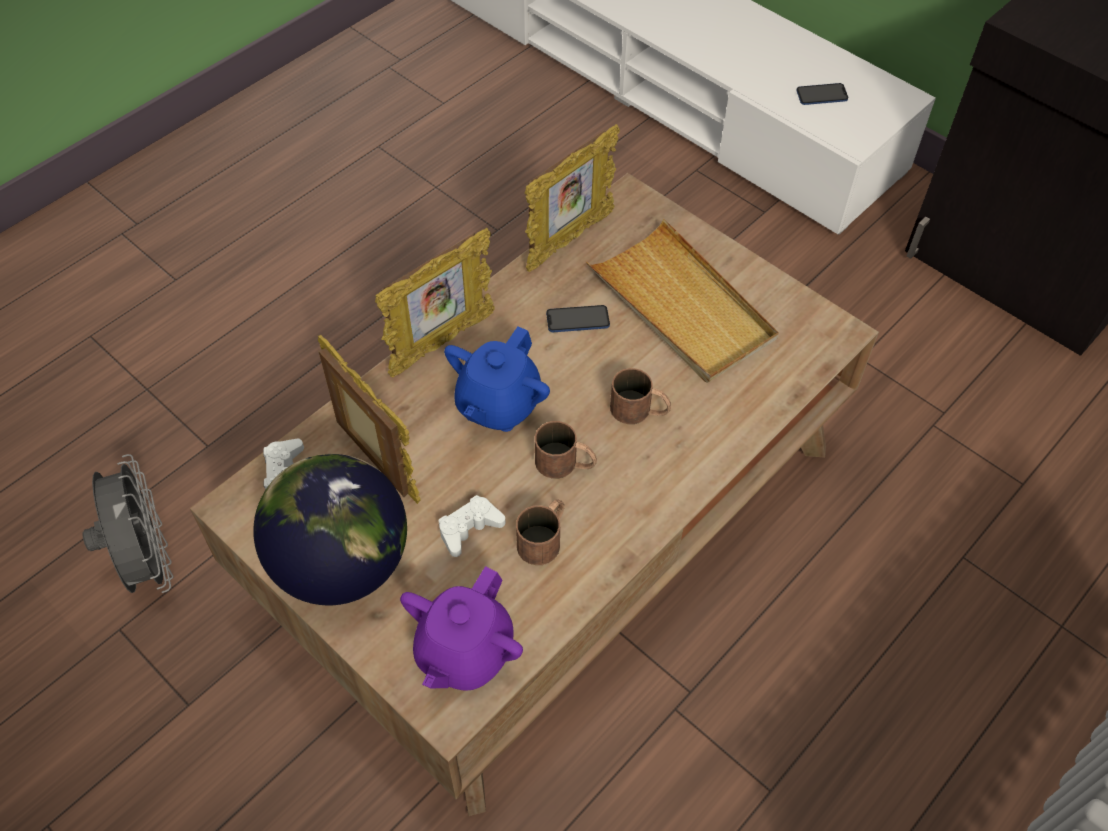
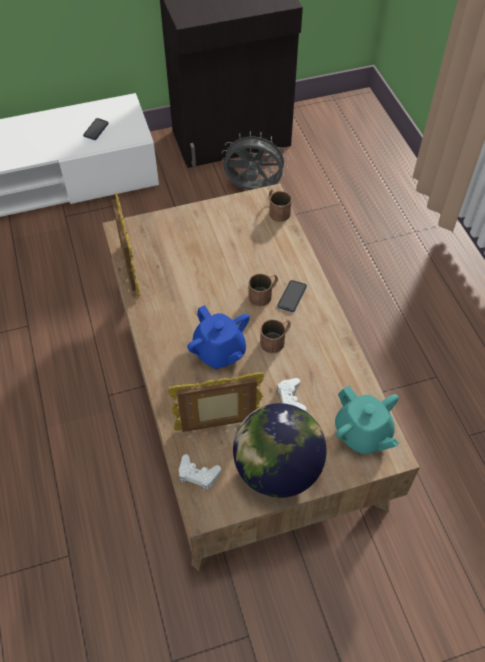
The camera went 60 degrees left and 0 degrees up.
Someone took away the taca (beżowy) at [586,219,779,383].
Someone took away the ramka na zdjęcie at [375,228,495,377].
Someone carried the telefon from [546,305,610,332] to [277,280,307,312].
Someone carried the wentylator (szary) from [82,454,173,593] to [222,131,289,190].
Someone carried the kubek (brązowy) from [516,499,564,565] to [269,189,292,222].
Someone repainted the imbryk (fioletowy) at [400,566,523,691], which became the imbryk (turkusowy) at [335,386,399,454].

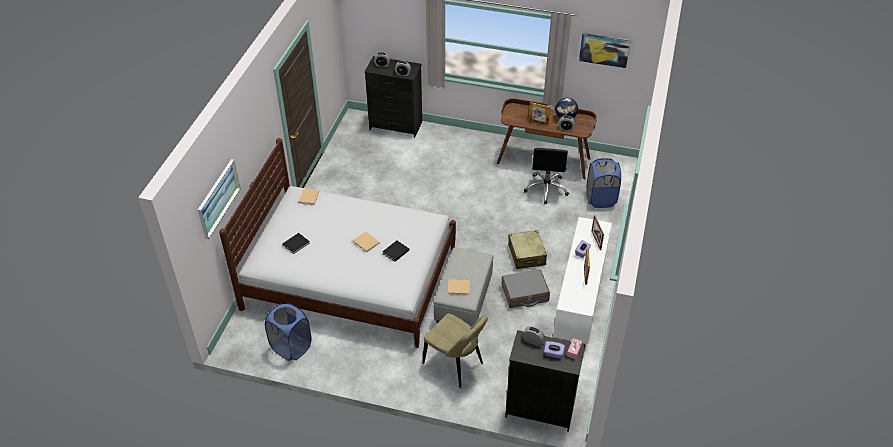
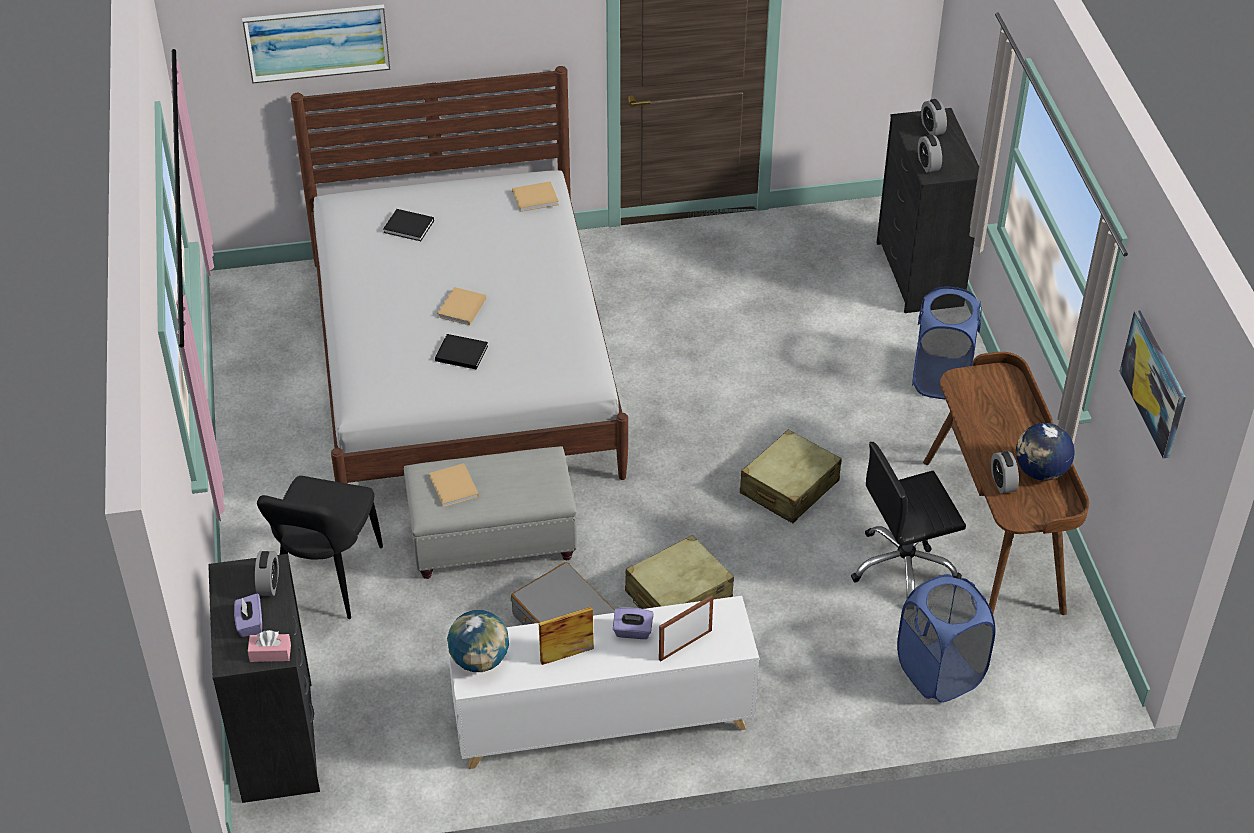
The camera went 65 degrees right and 0 degrees up.
Someone took away the ramka na zdjęcie at [529,102,550,125].
Someone carried the kosz na pranie (niebieski) from [265,303,311,361] to [912,287,981,399].
Someone repainted the krzesło (beżowy) at [422,313,488,388], which became the krzesło (czarny) at [257,476,383,619].
Someone put down the walizka (beżowy) at [740,429,842,523].
Someone put down the globus at [447,610,509,672].

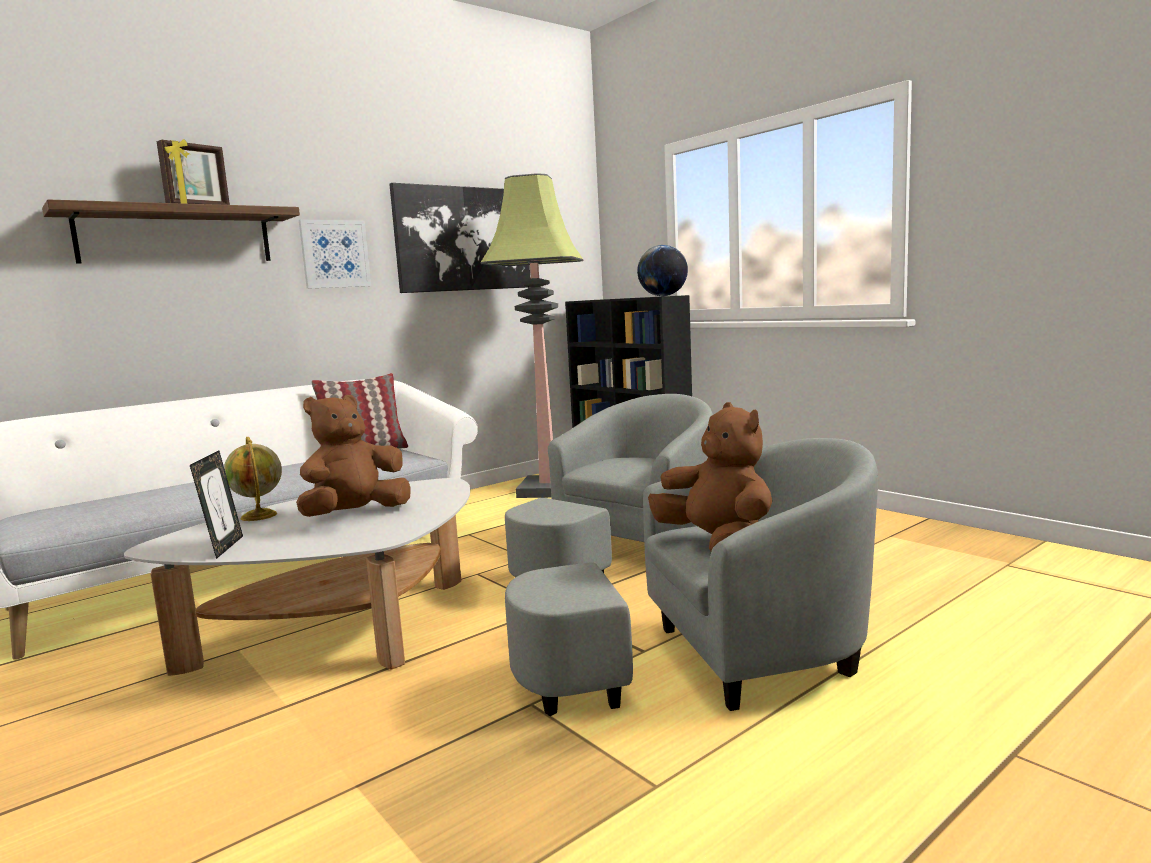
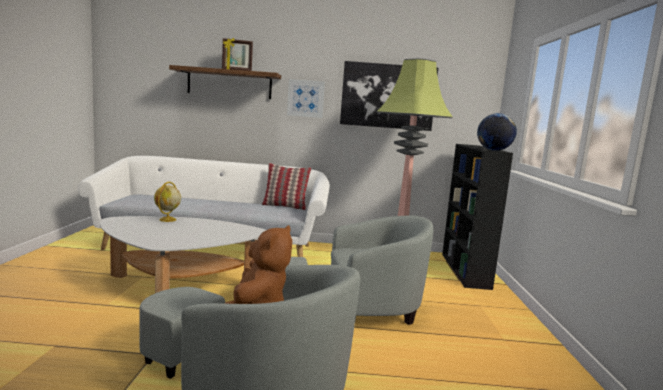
The camera went 40 degrees right and 0 degrees up.
Someone took away the pluszak (brązowy) at [296,395,411,517].
Someone took away the ramka na zdjęcie at [190,451,243,559].

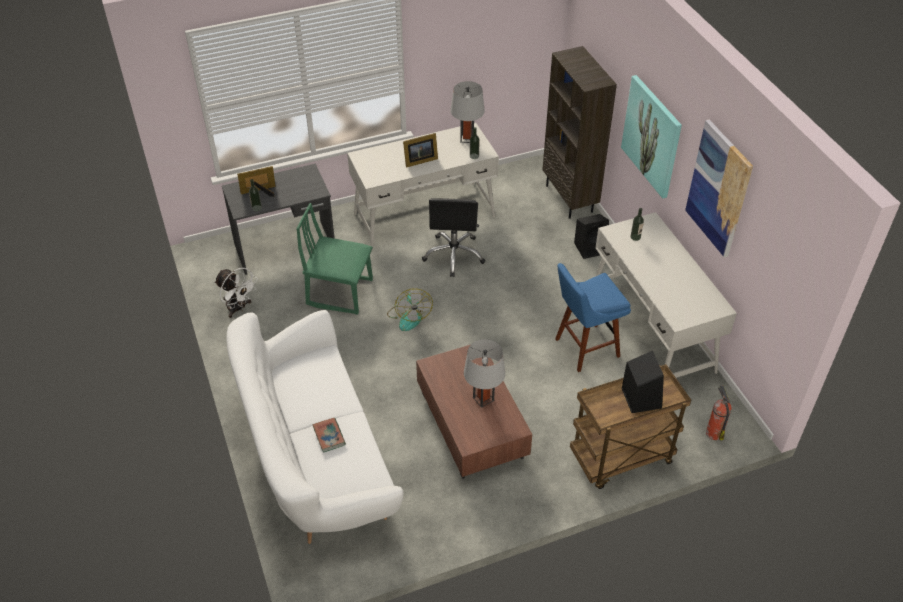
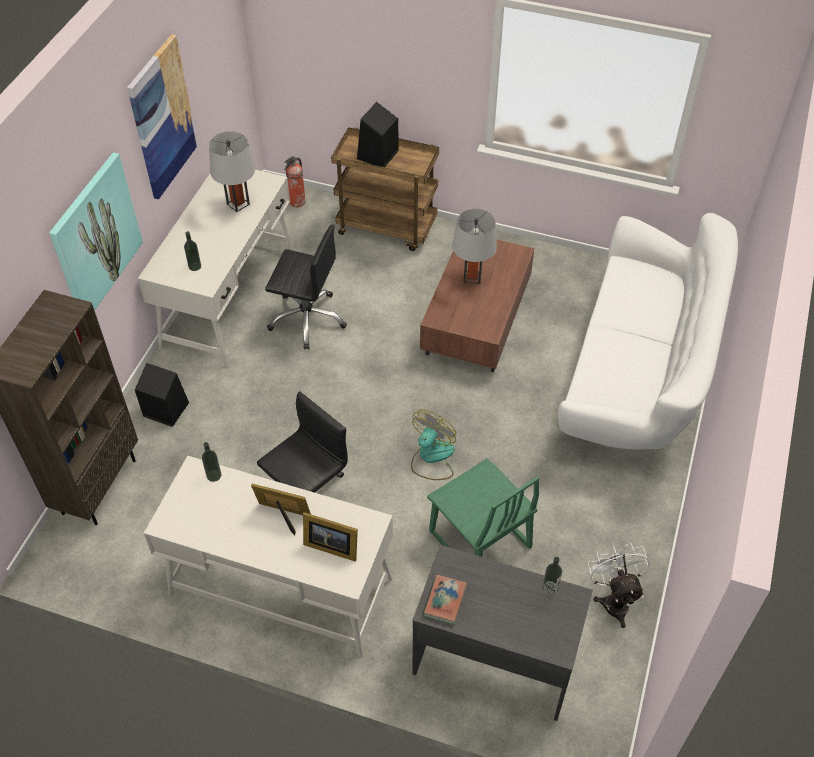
The camera went 140 degrees left and 5 degrees up.
Someone carried the lampa stołowa (szary) from [451,81,485,143] to [209,131,255,212].
Someone carried the ramka na zdjęcie from [237,166,275,197] to [303,512,358,562].
Someone swapped the stołek (niebieski) at [555,263,631,372] for the krzesło biurowe (czarny) at [265,225,347,349].
Someone carried the książka from [312,418,346,453] to [422,575,467,625].

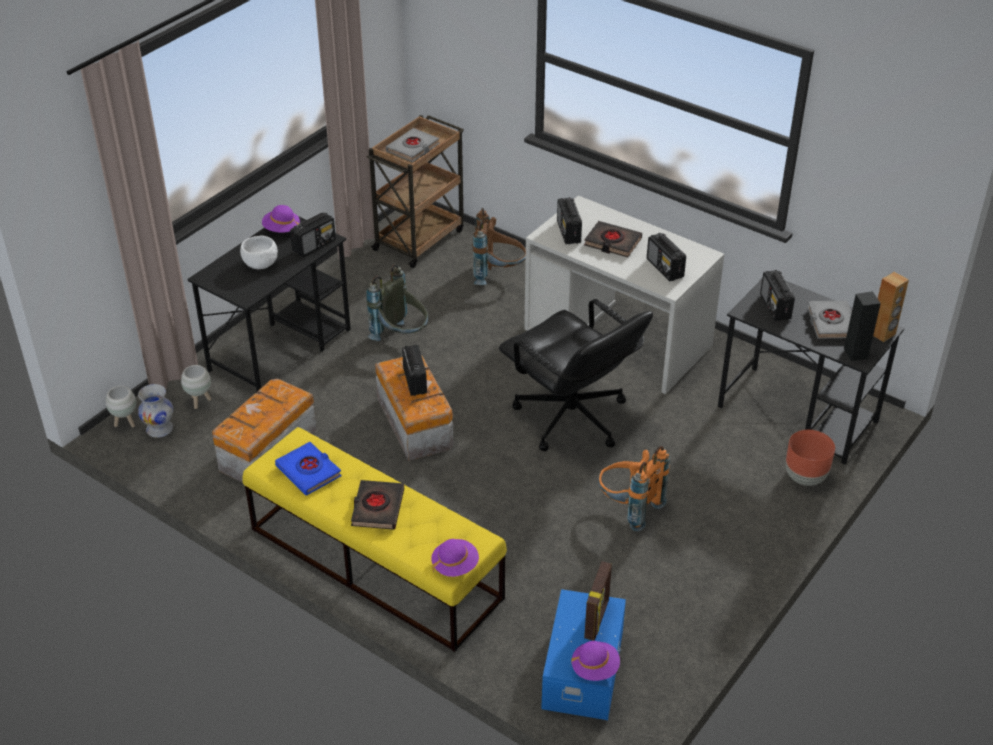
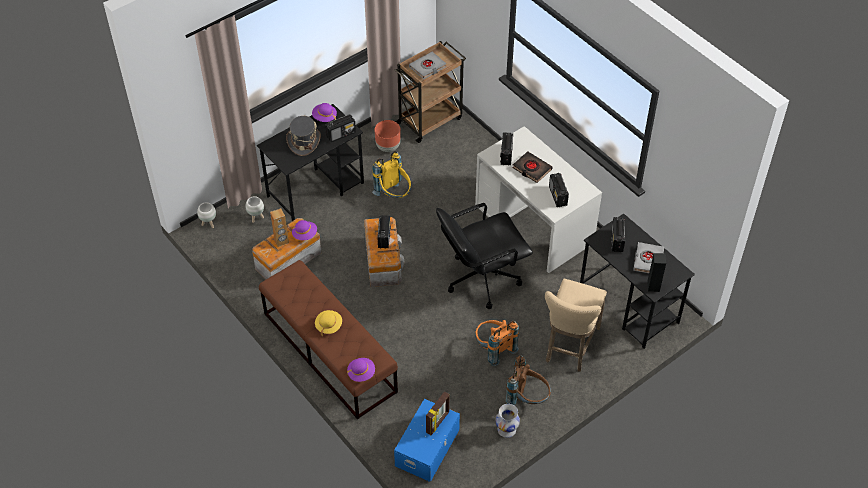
The camera went 15 degrees right and 10 degrees up.
Someone carried the plecak (brązowy) from [472,208,526,285] to [506,356,551,405].
Someone swapped the miska (biały) at [240,235,278,269] for the kapelusz (szary) at [286,116,321,156].
Someone repainted the plecak (szary) at [366,264,428,341], which became the plecak (żółty) at [372,151,412,198].
Someone carried the głośnik (brązowy) from [873,272,909,342] to [270,208,289,247].
Someone rotated the krzesło biurowe (czarny) at [499,299,653,451] by 90 degrees clockwise.
Someone carried the wazon (biały) from [138,384,173,438] to [496,404,520,438].
Someone repainted the ławka (żółty) at [242,427,507,652], which became the ławka (brązowy) at [259,260,398,419].
Someone carried the donica (brązowy) from [786,430,835,486] to [375,120,401,152].
Someone took away the książka (niebieski) at [275,442,342,496].
Someone swapped the książka (czarny) at [351,480,404,530] for the kapelusz (żółty) at [315,310,342,336].
Someone carried the kapelusz (fioletowy) from [571,641,620,681] to [292,220,317,240].
Someone put down the stołek (beżowy) at [545,279,607,372].

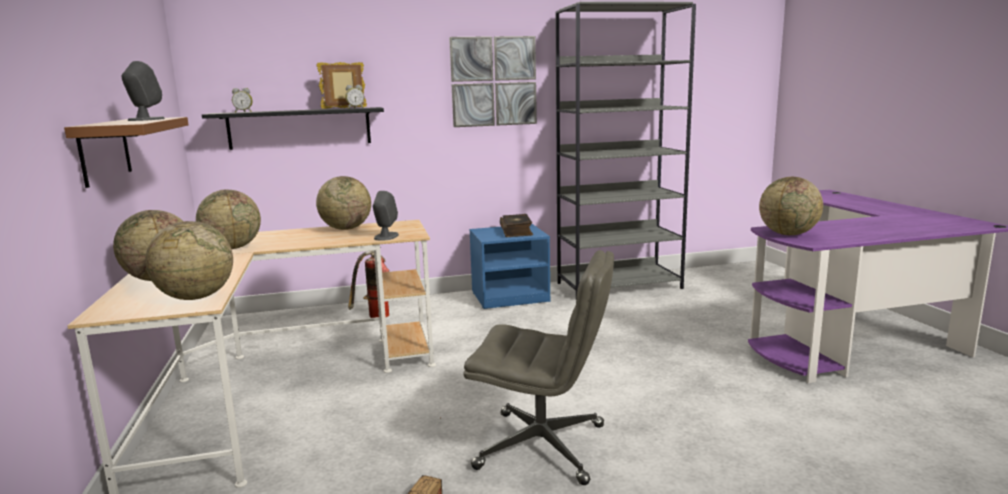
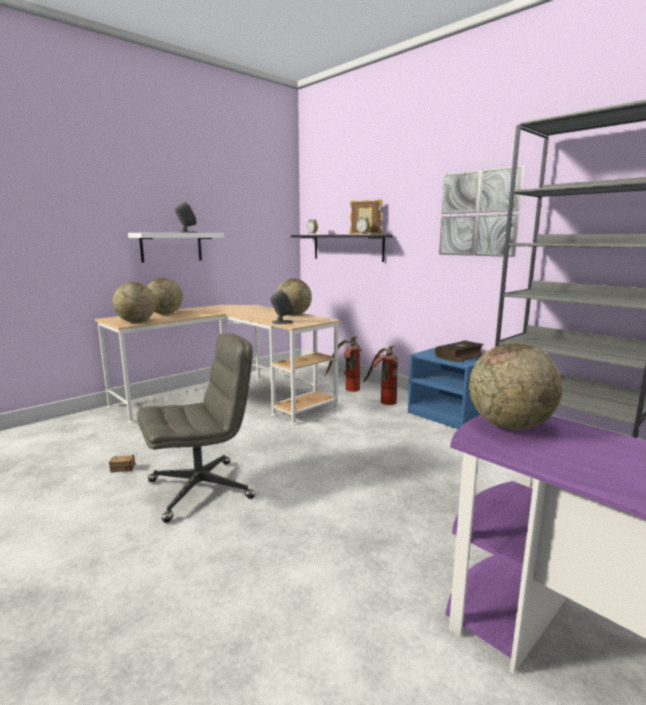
The camera went 60 degrees right and 0 degrees up.
Someone repainted the półka (brązowy) at [64,117,189,188], which became the półka (biały) at [128,233,224,263].
Someone took away the globus at [196,189,261,249].
Someone rotated the krzesło biurowe (szary) at [463,250,614,485] by 105 degrees counterclockwise.
Someone put down the gaśnica at [363,345,398,405].

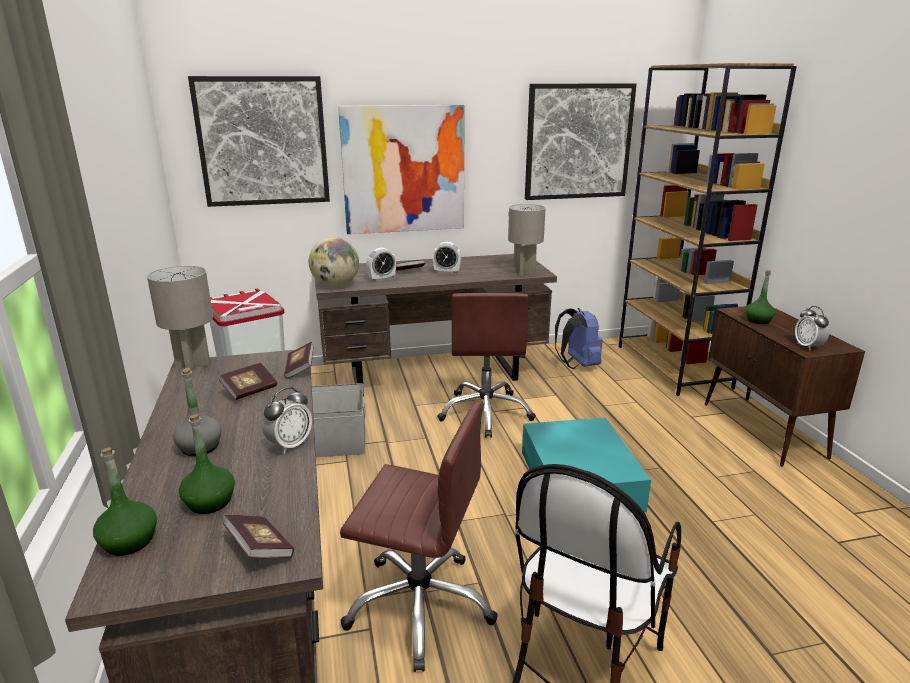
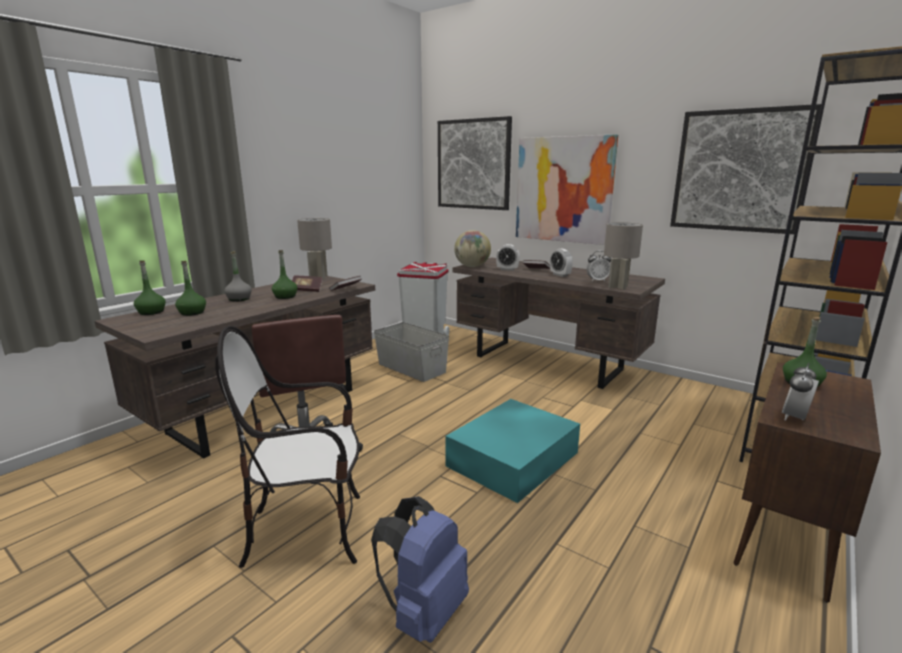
The camera went 50 degrees right and 5 degrees down.
Someone took away the krzesło biurowe (brązowy) at [437,293,536,438].
Someone carried the plecak (niebieski) from [555,308,602,369] to [371,496,469,643].
Someone carried the budzik from [262,387,312,454] to [587,251,611,282].
Someone took away the książka at [223,515,294,559].
Someone put down the butelka (zielony) at [272,250,298,299].

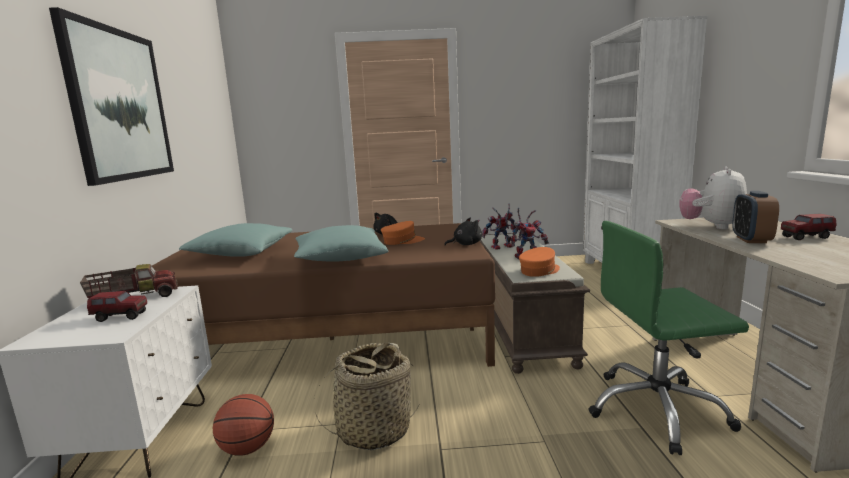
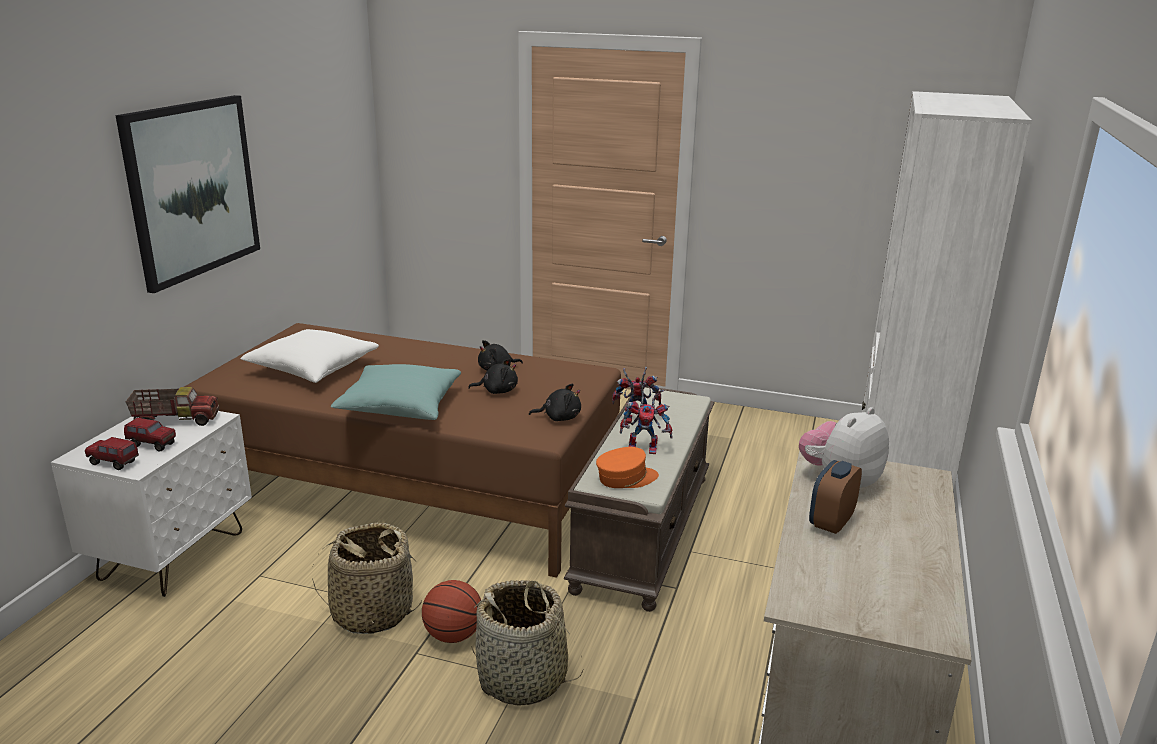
The camera went 20 degrees right and 10 degrees up.
Someone carried the ciężarówka zabawkowa from [781,214,837,240] to [85,437,139,470].
Someone swapped the czapka z daszkiem (pomarańczowy) at [381,221,425,245] for the pluszak (czarny) at [468,359,518,394].
Someone took away the krzesło biurowe (zielony) at [588,221,749,455].
Someone repainted the poduszka (turkusowy) at [179,223,292,257], which became the poduszka (biały) at [240,329,379,383].
Someone carried the piłka do koszykówki from [213,394,274,456] to [422,580,481,643].
Someone put down the koszyk at [471,580,584,706].

